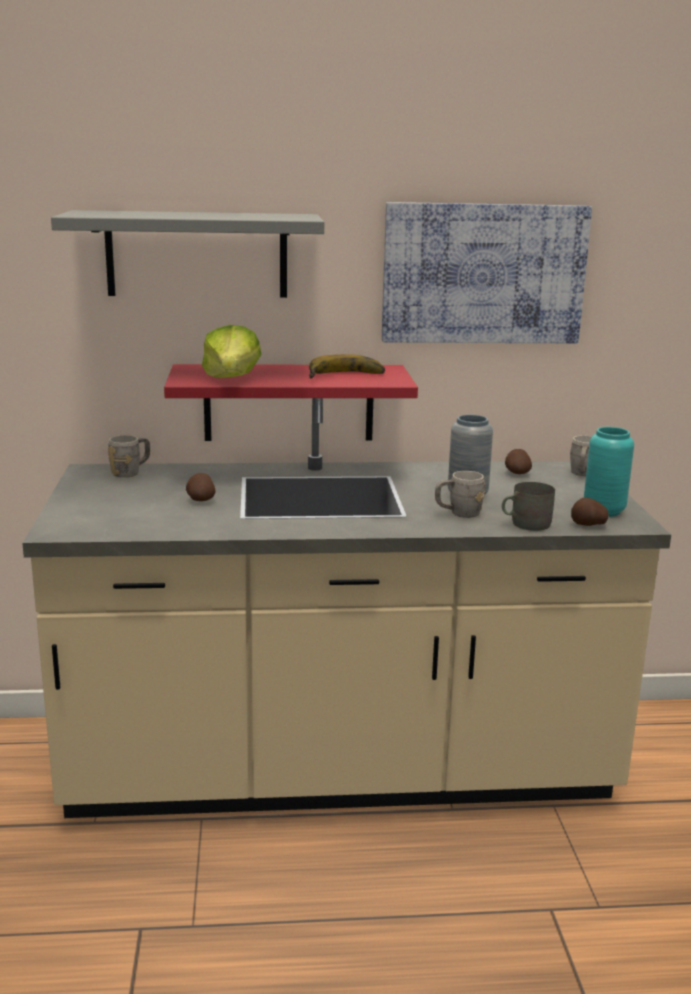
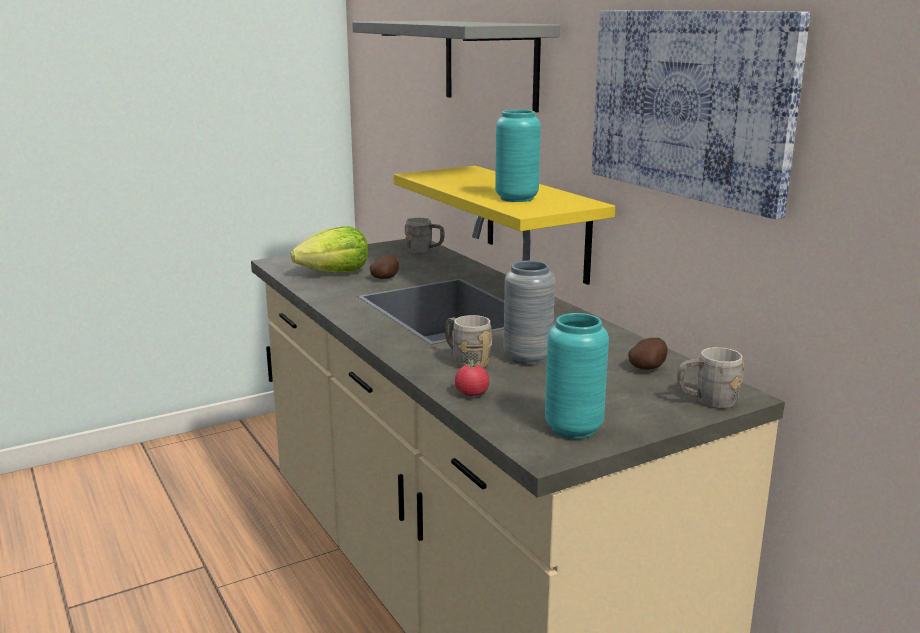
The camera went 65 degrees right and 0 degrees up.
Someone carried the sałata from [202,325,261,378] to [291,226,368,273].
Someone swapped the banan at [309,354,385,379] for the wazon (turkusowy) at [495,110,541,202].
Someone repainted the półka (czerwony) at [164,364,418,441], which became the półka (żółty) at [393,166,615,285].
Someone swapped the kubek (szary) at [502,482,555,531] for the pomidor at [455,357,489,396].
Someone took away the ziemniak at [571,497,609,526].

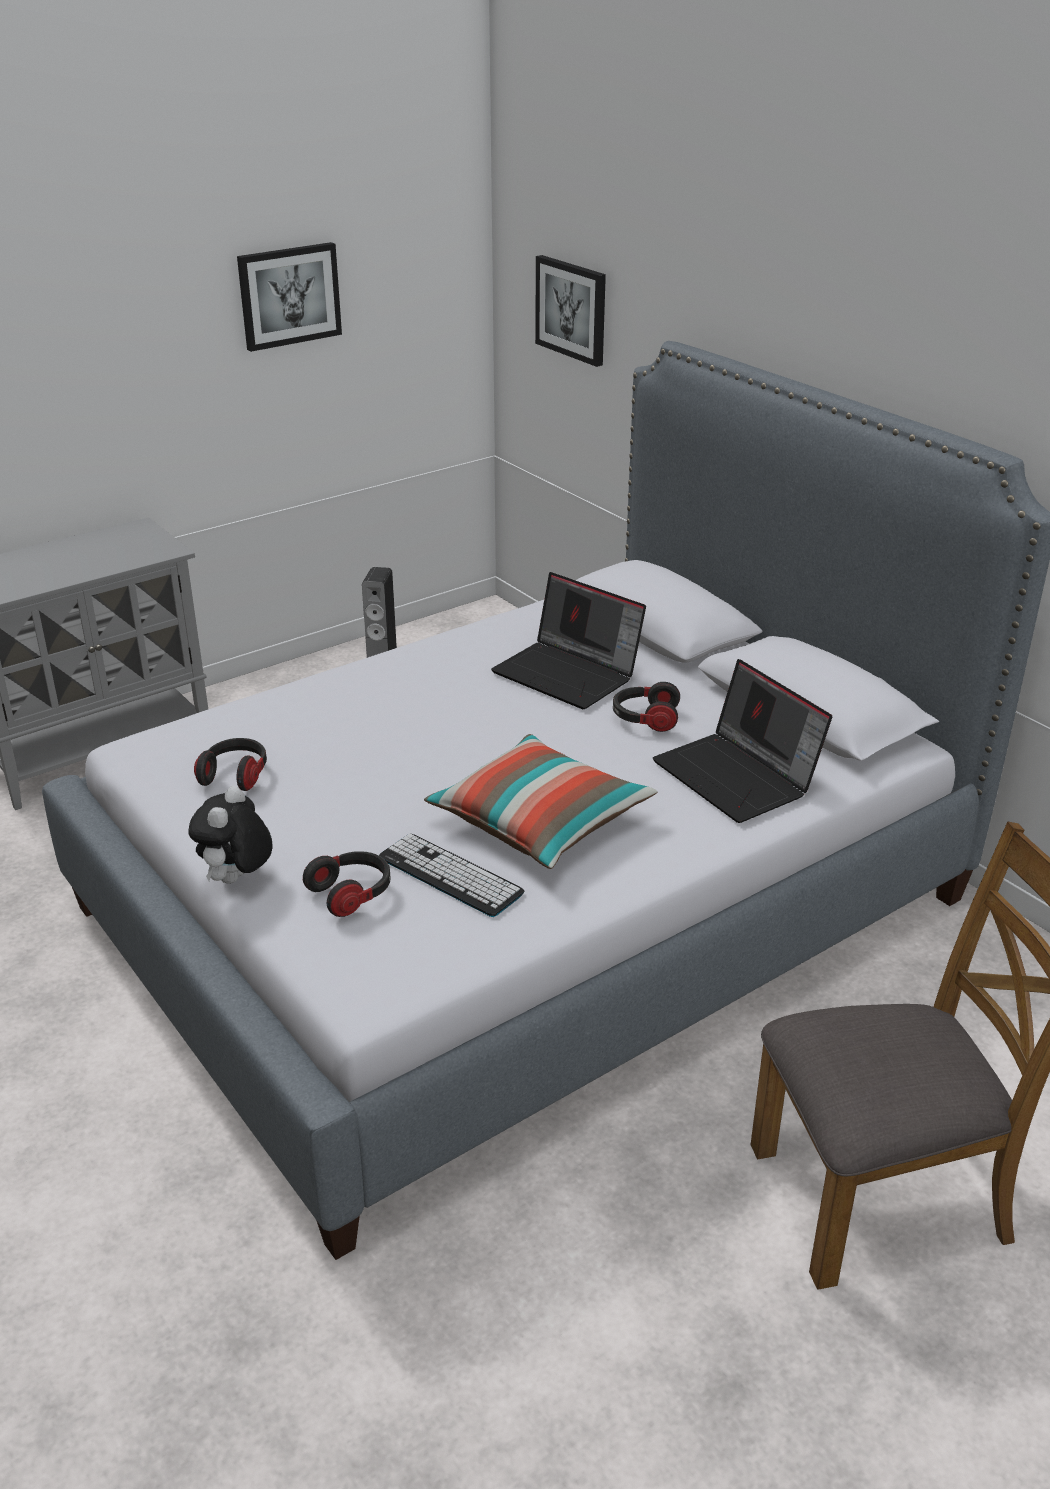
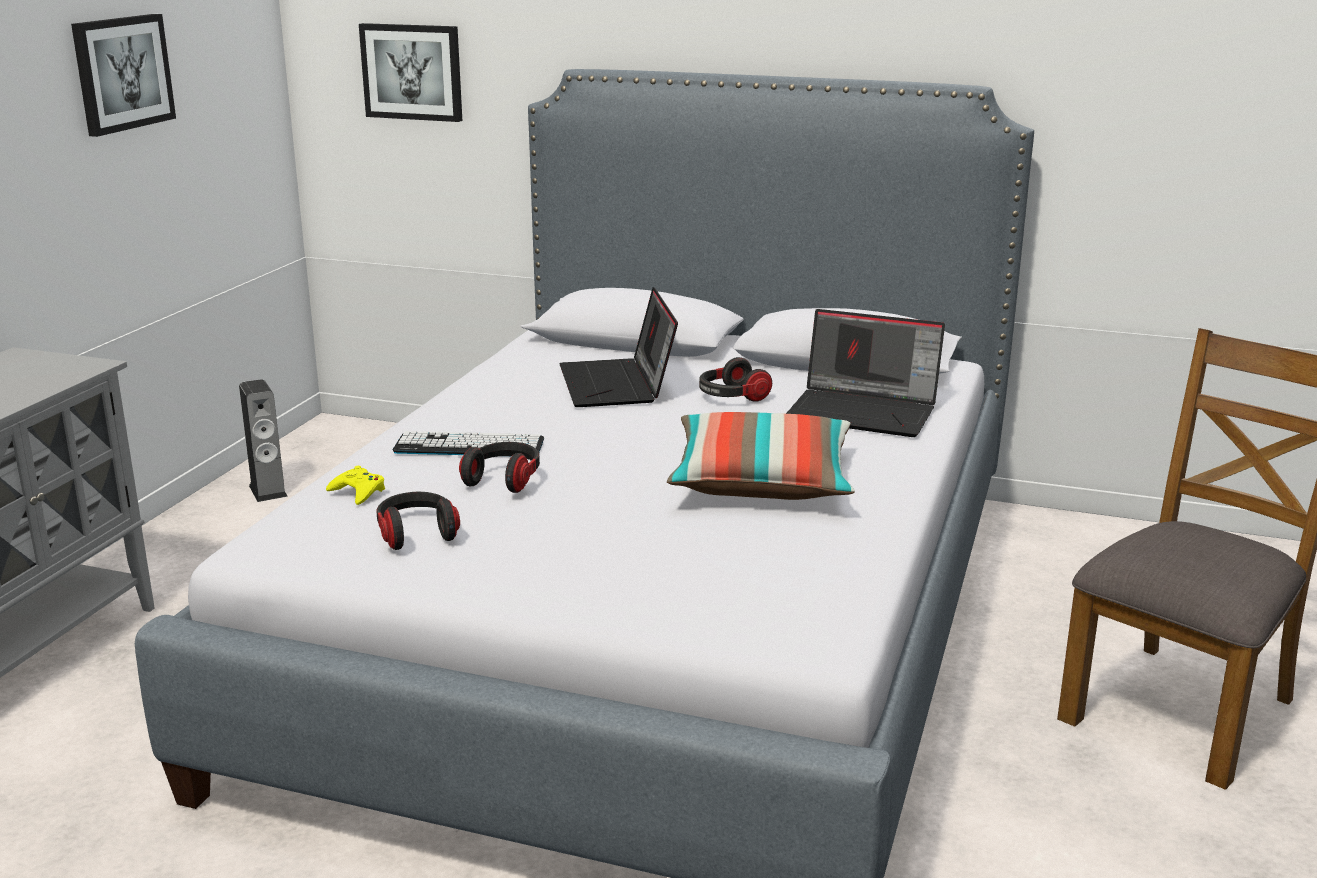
The camera went 35 degrees left and 10 degrees down.
Someone rotated the laptop at [491,572,646,709] by 75 degrees clockwise.
Someone took away the pluszak at [188,786,272,884].
Someone carried the klawiatura from [379,834,524,917] to [393,431,544,455].
Someone carried the słuchawki from [303,851,391,917] to [459,442,540,493].
Someone put down the pad do gier (żółty) at [326,466,385,505].

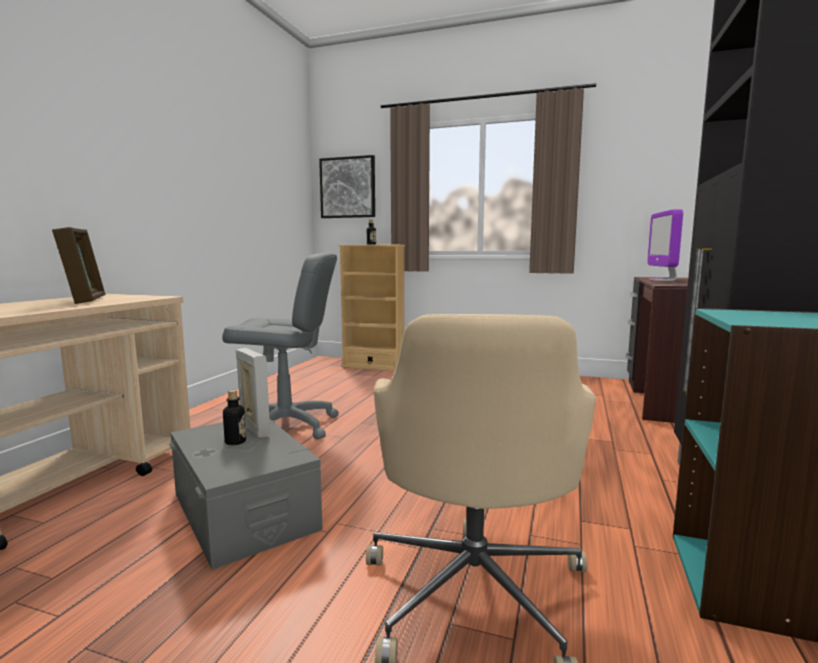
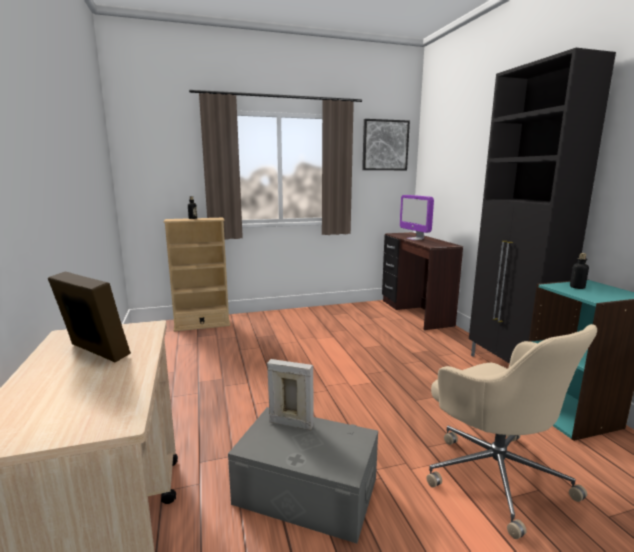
The camera went 35 degrees left and 5 degrees up.
Someone carried the obraz from [319,155,375,218] to [362,119,410,170].
Someone took away the krzesło biurowe (szary) at [222,253,339,440].
Someone carried the butelka from [223,390,246,445] to [570,253,589,289].

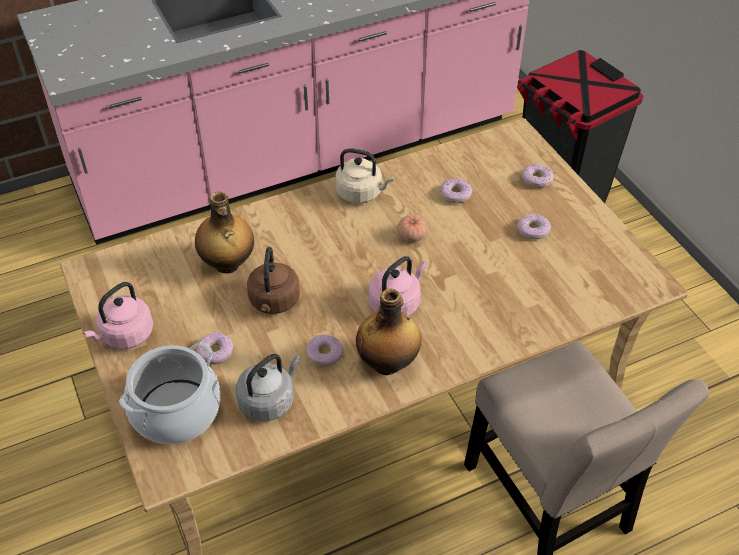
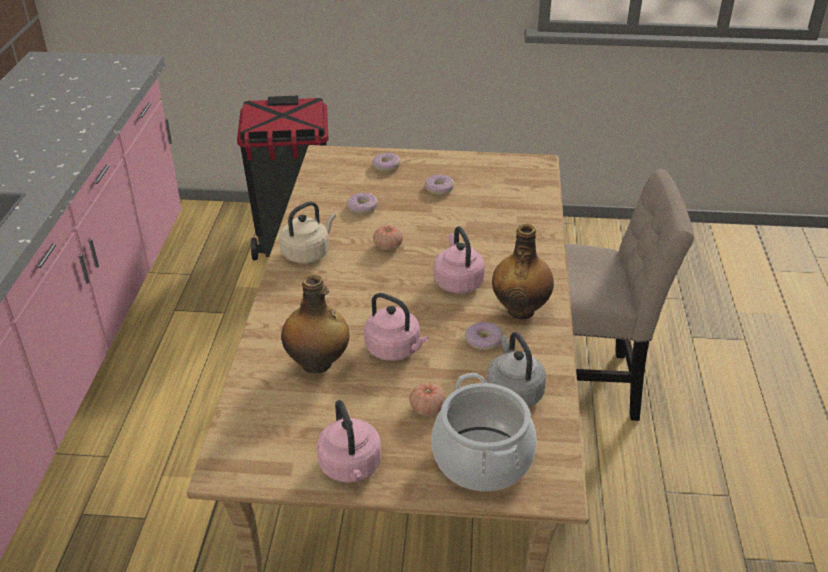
The camera went 60 degrees left and 10 degrees down.
Someone repainted the czajnik (brązowy) at [247,247,300,314], which became the czajnik (różowy) at [364,293,428,361].
Someone swapped the donut at [196,332,233,365] for the pomidor at [409,383,446,416].

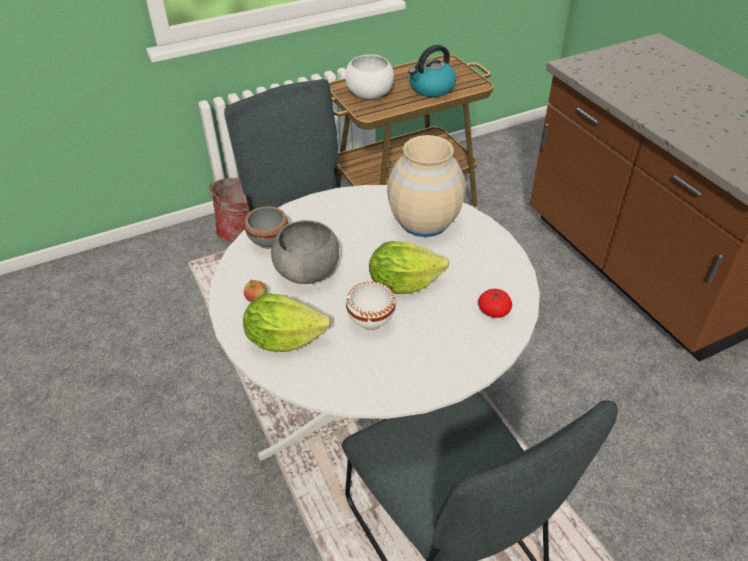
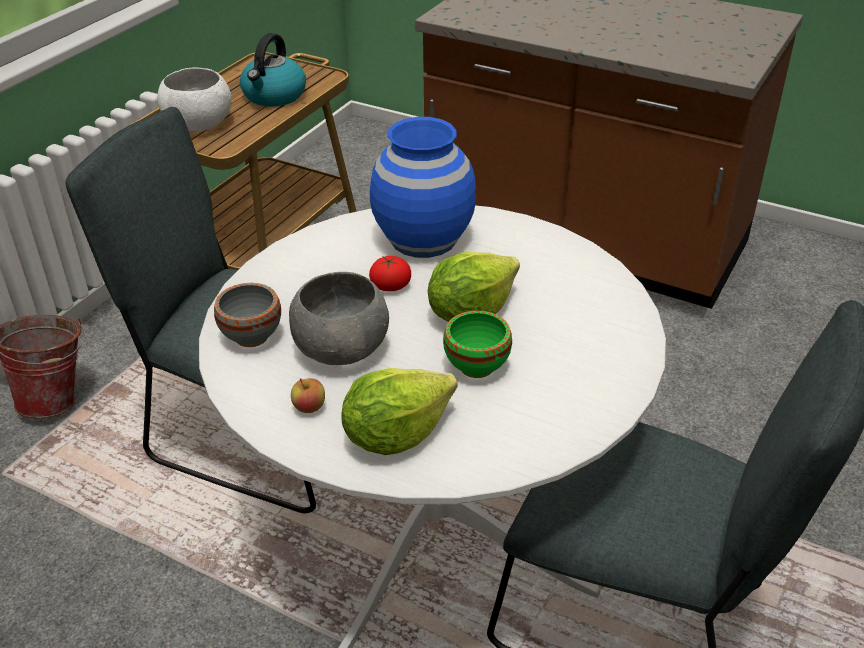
The camera went 35 degrees left and 5 degrees down.
Someone repainted the wazon (beżowy) at [387,135,466,237], which became the wazon (niebieski) at [370,117,476,258].
Someone repainted the miska (biały) at [346,281,395,330], which became the miska (zielony) at [443,311,512,378].
Someone carried the pomidor from [478,289,512,318] to [369,256,411,291].

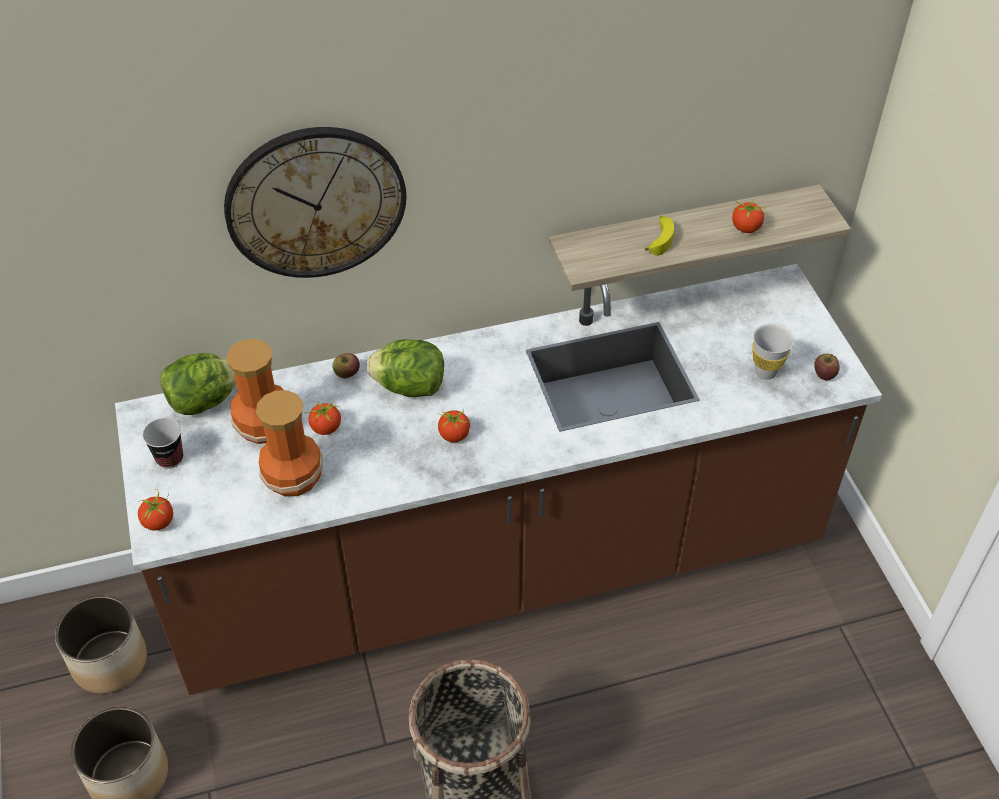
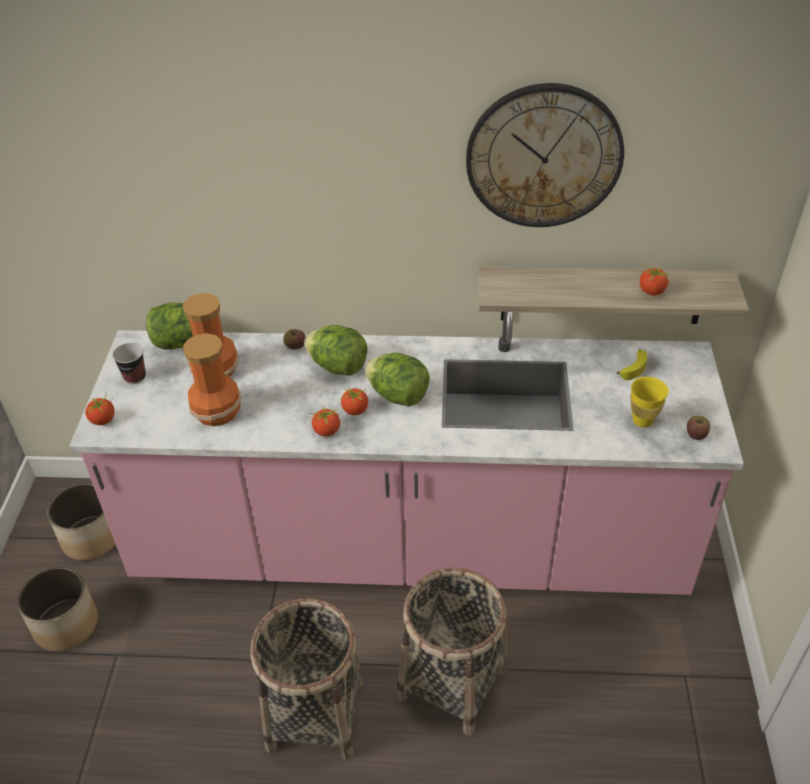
The camera went 20 degrees right and 5 degrees down.
Someone carried the zegar ścienny from [224,127,406,278] to [466,83,624,227].
Someone carried the banan from [645,216,674,256] to [617,349,647,380].
Someone repainted the zabudowa kuchenna (brązowy) at [115,264,882,695], which became the zabudowa kuchenna (różowy) at [69,312,744,595].
Someone repainted the filiżanka (biały) at [752,324,794,380], which became the filiżanka (żółty) at [630,377,669,428].
Someone carried the pomidor from [307,401,341,435] to [310,406,341,436].
Someone put down the sałata at [365,353,430,406].
Someone put down the koszyk at [397,567,508,736].

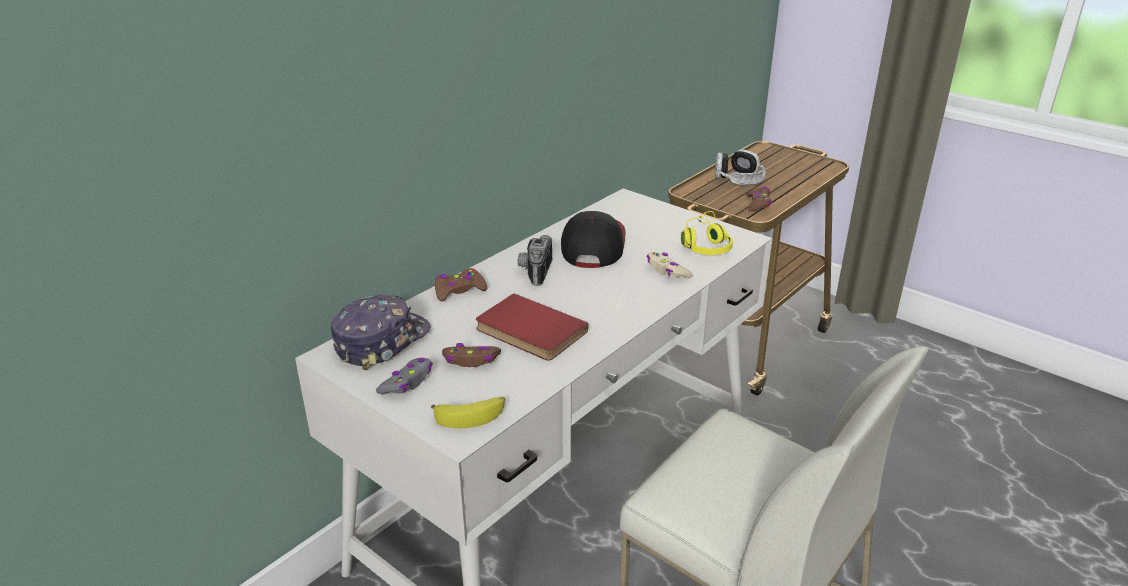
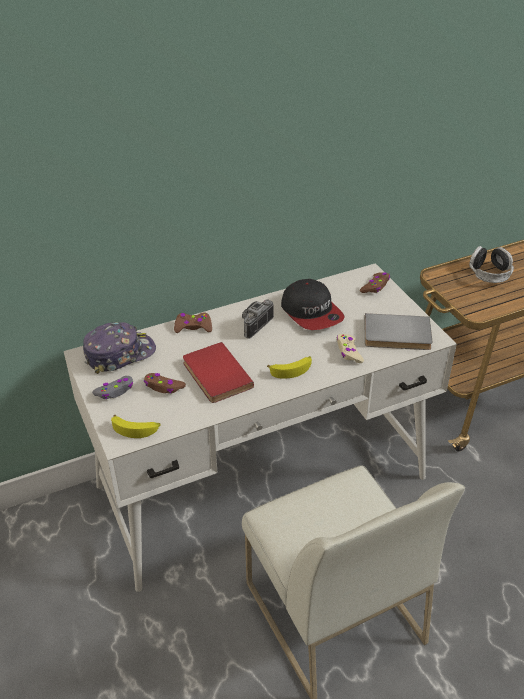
The camera went 25 degrees right and 10 degrees up.
Someone carried the pad do gier (brązowy) from [746,186,771,212] to [360,272,390,293].
Someone rotated the czapka z daszkiem at [561,211,625,268] by 120 degrees clockwise.
Someone swapped the słuchawki (żółty) at [681,211,733,255] for the książka (szary) at [364,313,432,350].
Someone put down the banan at [267,356,312,379].

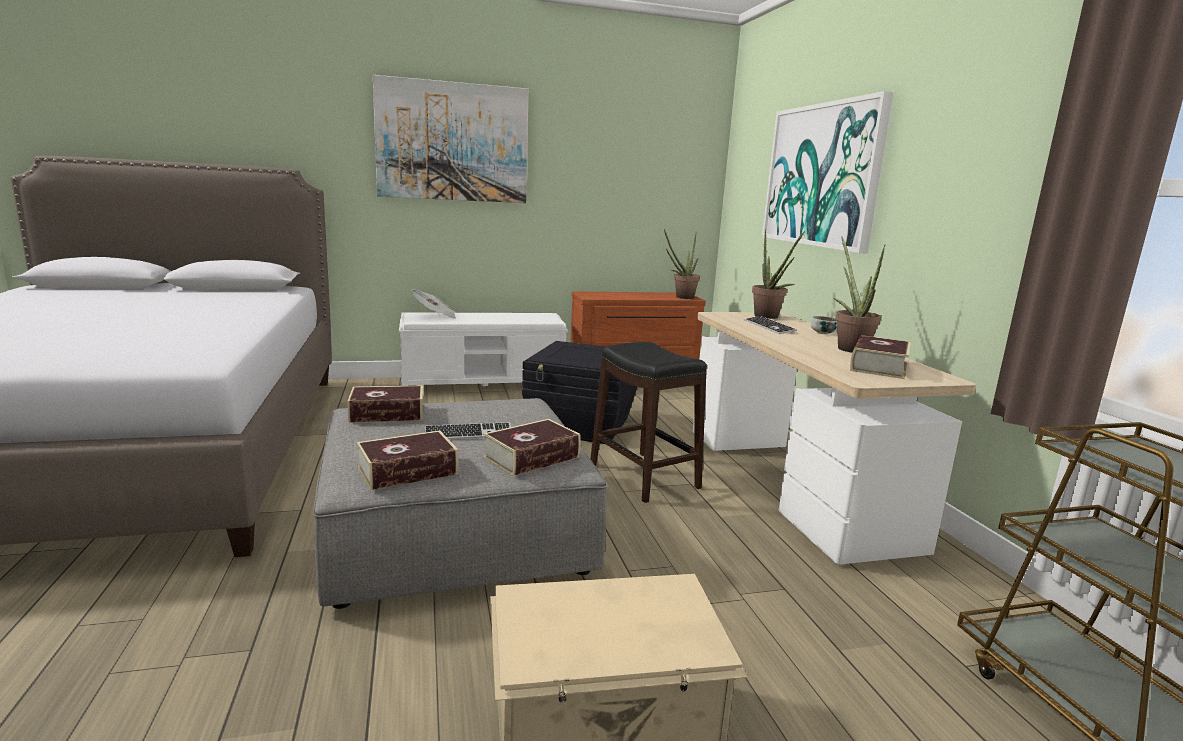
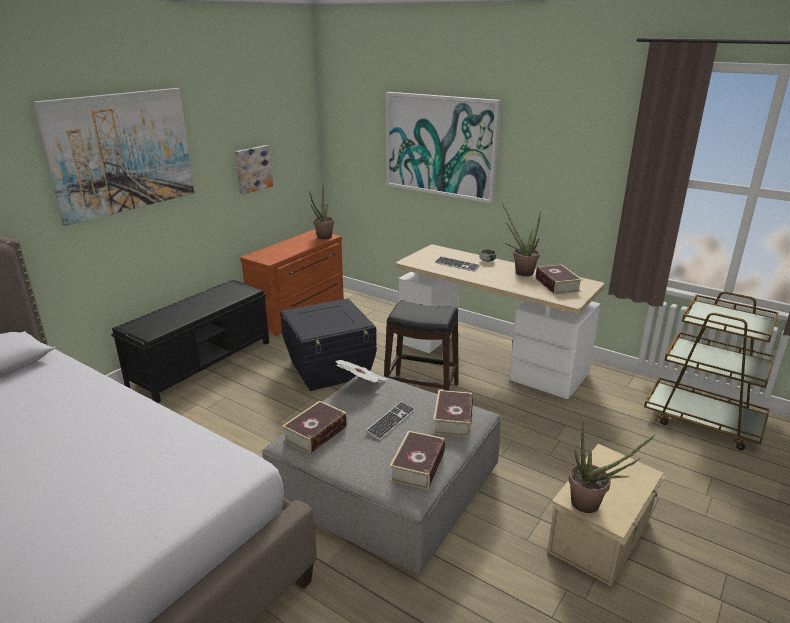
The camera went 40 degrees left and 10 degrees up.
Someone carried the roślina doniczkowa from [752,229,805,319] to [568,420,655,513].
Someone carried the gazeta from [411,289,456,319] to [336,360,387,383].
Someone repainted the ławka (biały) at [399,312,568,386], which became the ławka (czarny) at [111,279,269,403].
Someone put up the obraz at [235,145,273,194].

